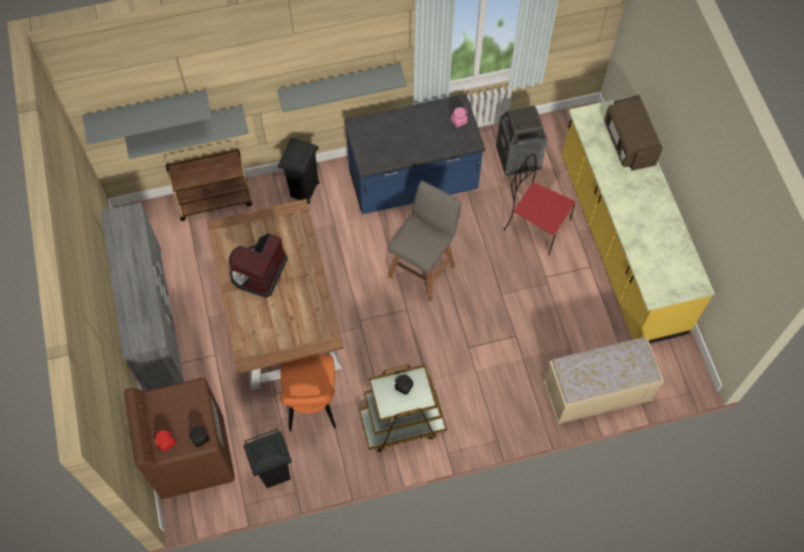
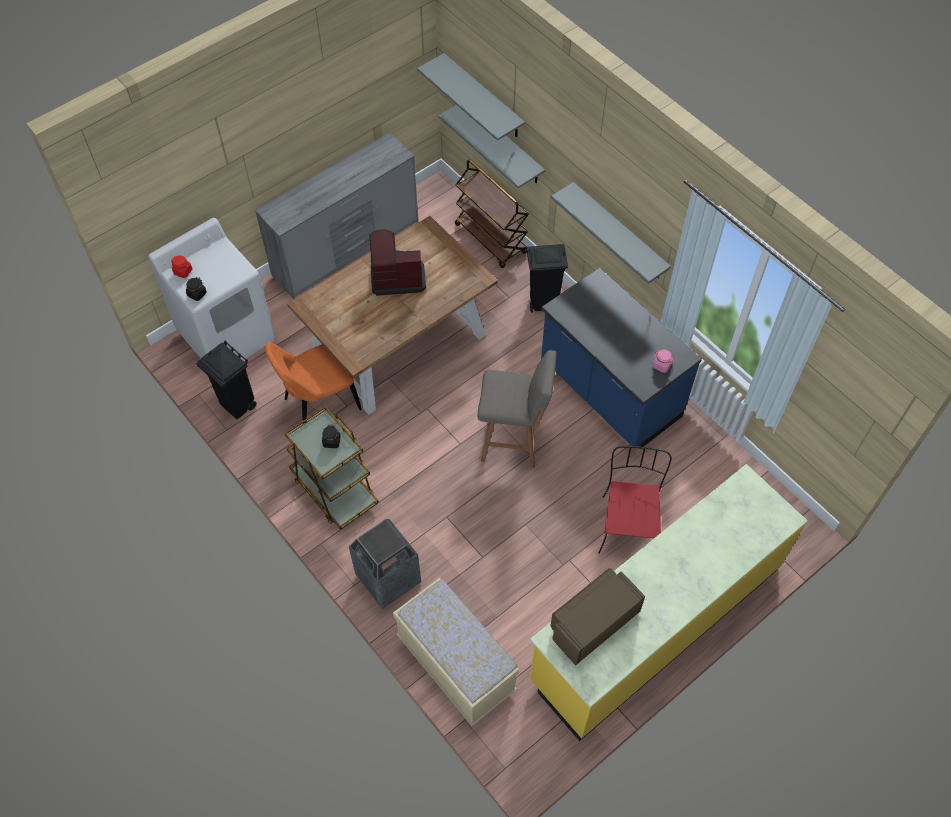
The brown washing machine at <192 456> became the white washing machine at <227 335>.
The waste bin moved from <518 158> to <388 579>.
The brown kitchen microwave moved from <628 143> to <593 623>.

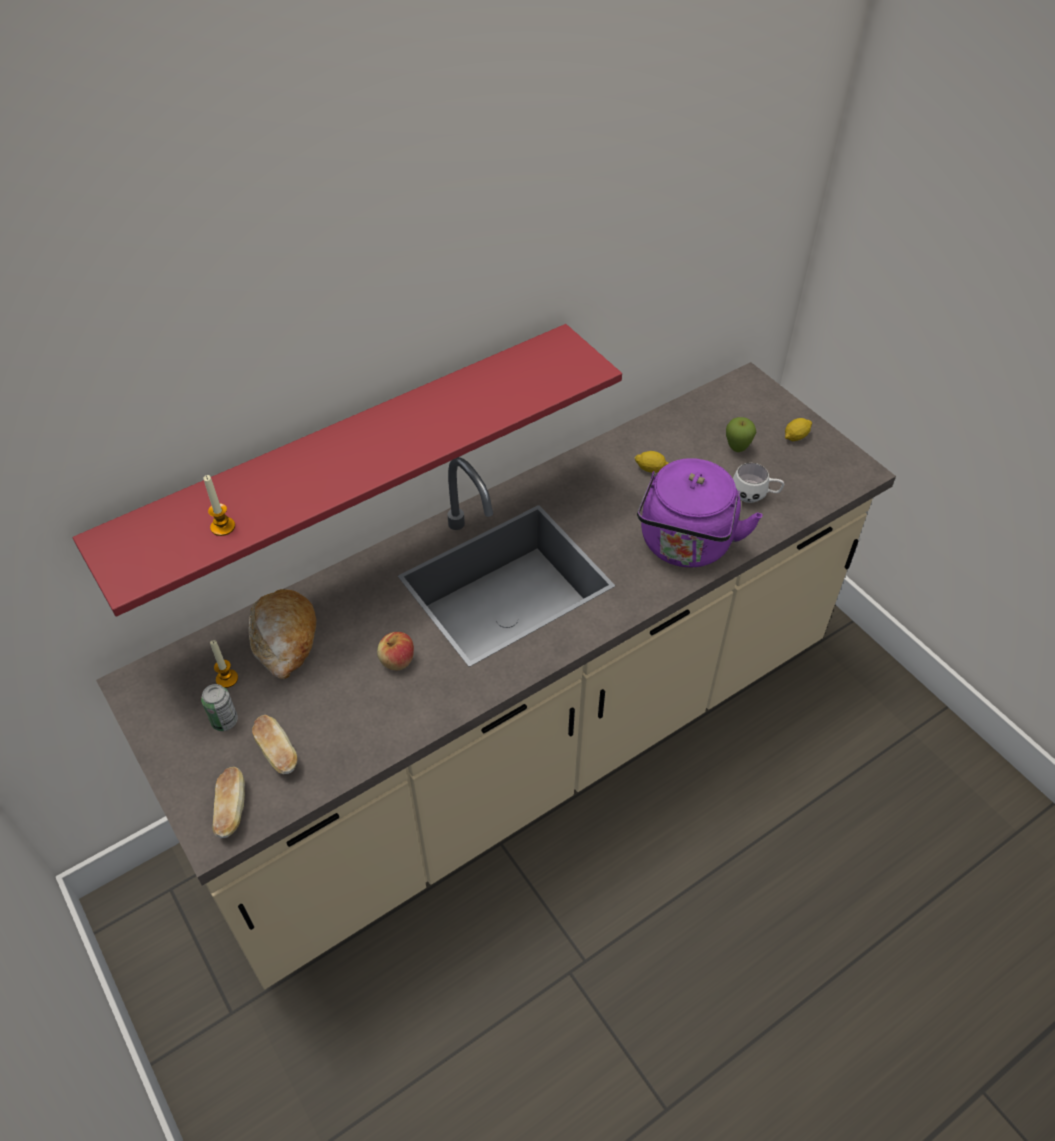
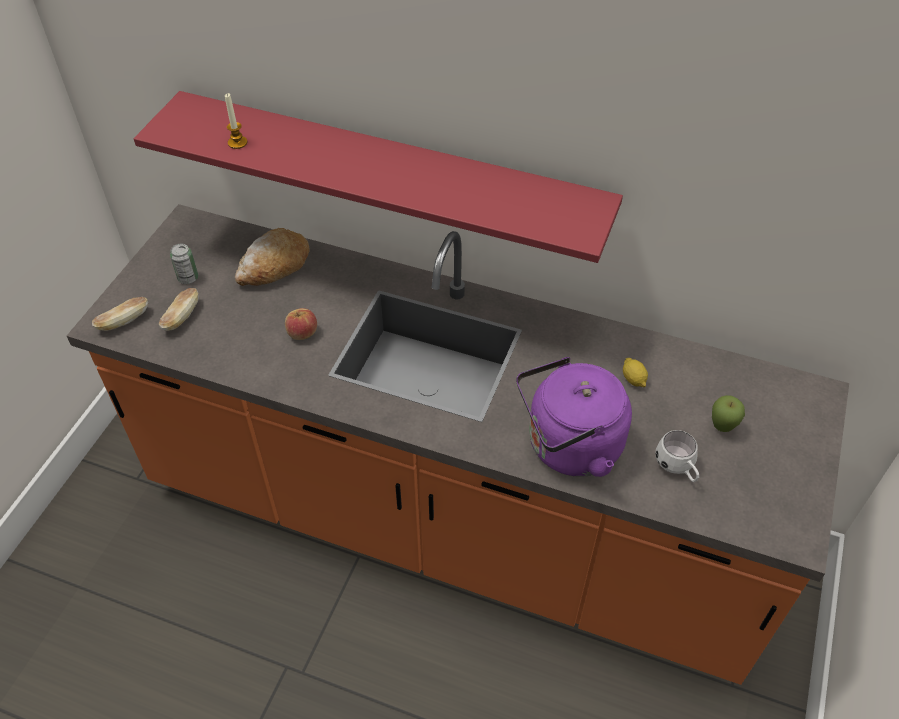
The sand-coloured kitchen counter at <527 750> became the orangey kitchen counter at <449 525>.
The candle at <227 679> disappeared.
The whole lemon at <796 437> disappeared.

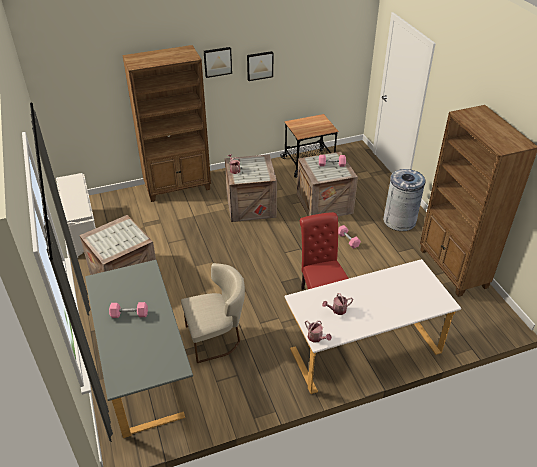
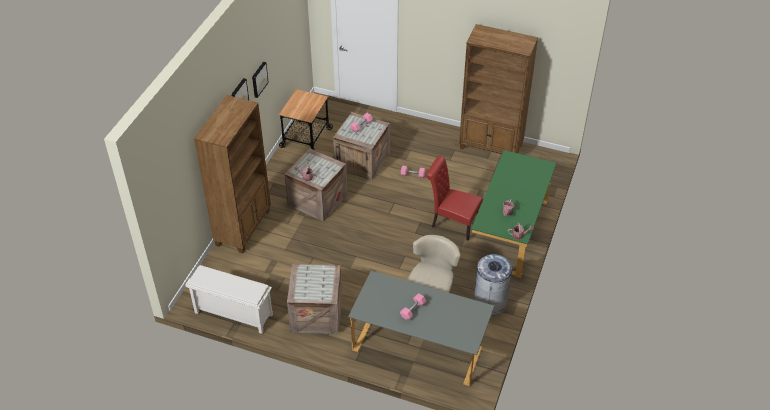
The white desk unit at <364 347> became the green desk unit at <510 231>.
The gray waste bin moved from <399 221> to <490 302>.

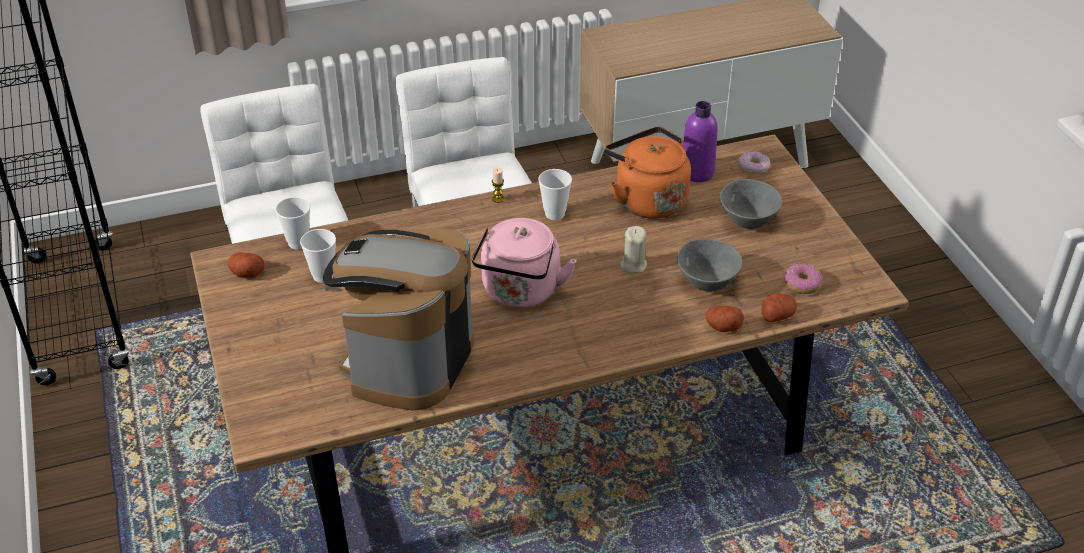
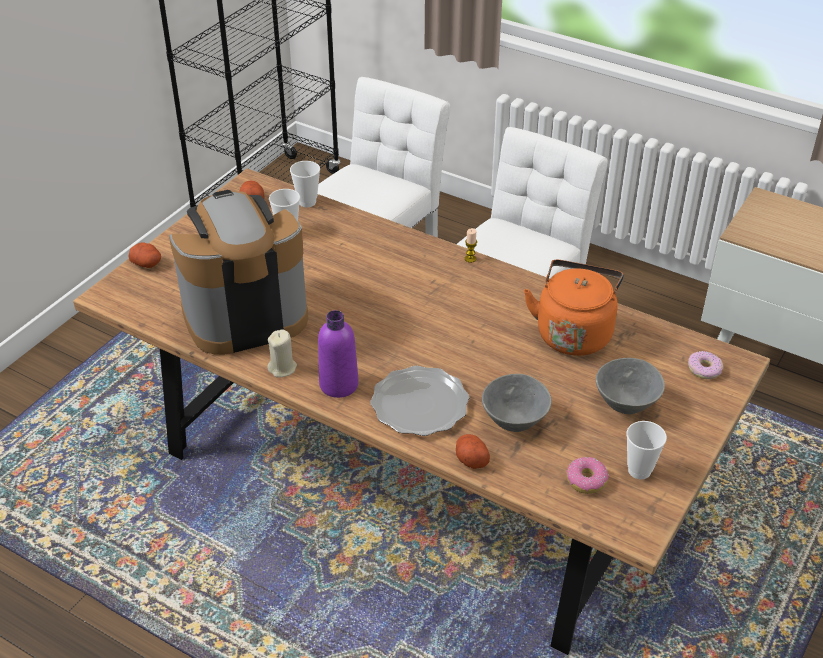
The pink kettle at <520 292> disappeared.
The cup moved from <554 214> to <639 470>.
The sand-coloured candle moved from <633 265> to <282 368>.
The purple-coloured bottle moved from <697 172> to <339 384>.
The potato moved from <777 315> to <147 263>.
The flat dish at <419 405> appeared.

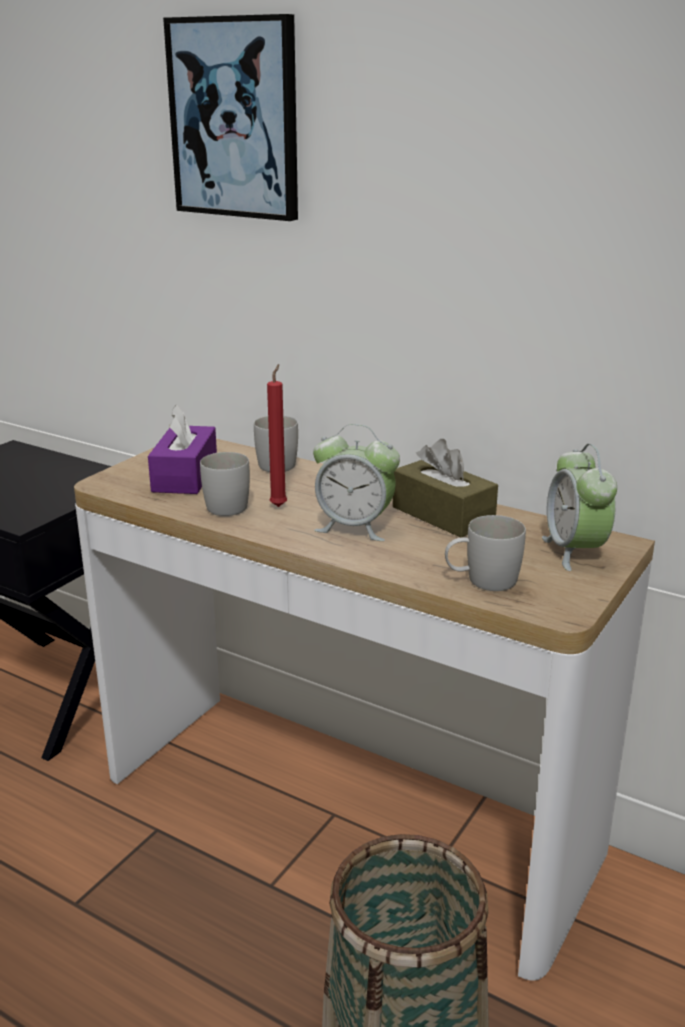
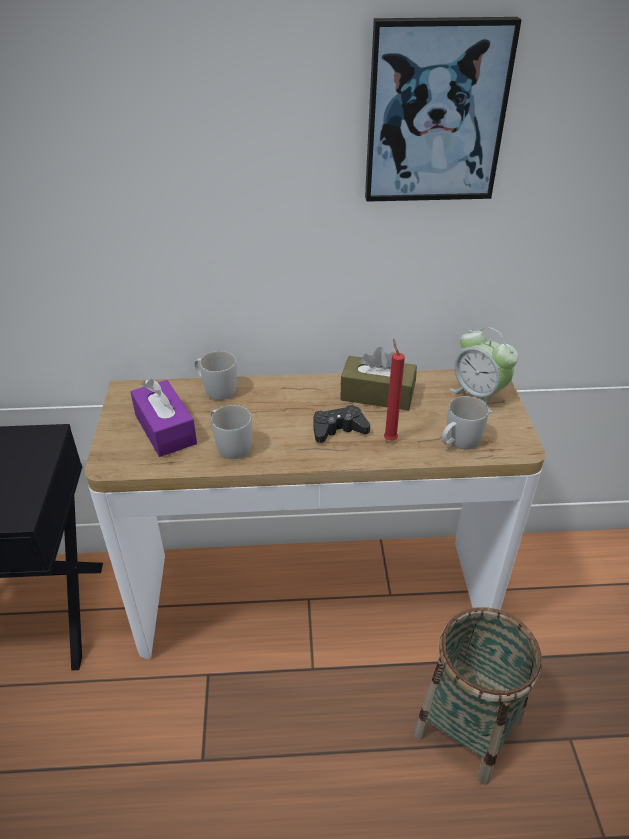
The wall picture moved from <235 119> to <435 113>.
The reddish candle moved from <279 505> to <389 439>.
The alarm clock at <355 527> was replaced by the black joypad at <338 429>.

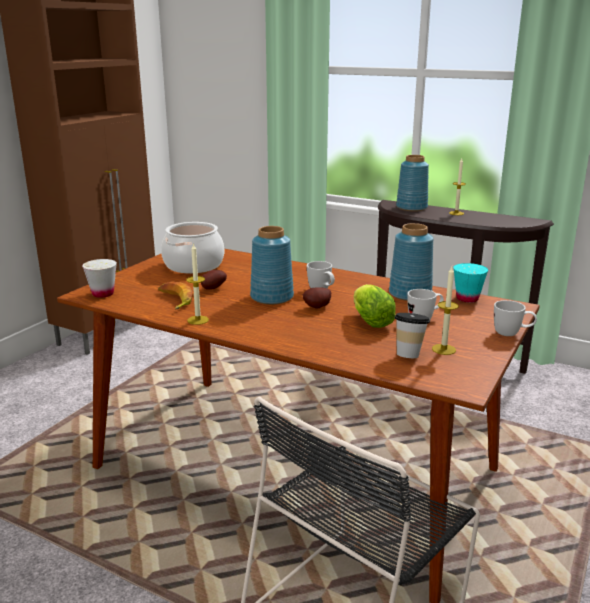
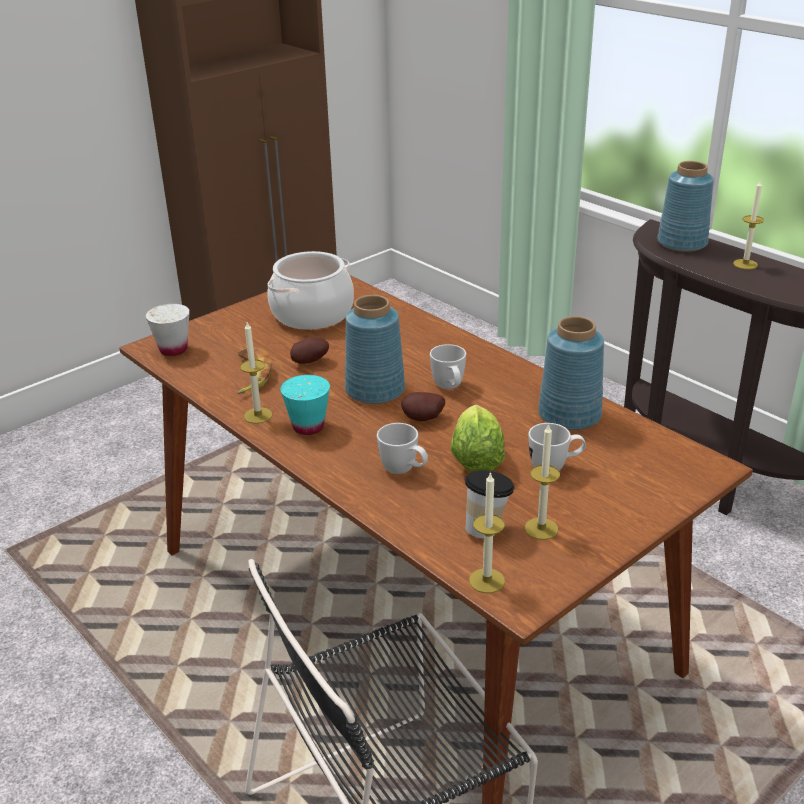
The turquoise-coloured cup moved from <467 298> to <308 427>.
The white tea mug moved from <512 334> to <404 471>.
The candle at <487 580> appeared.

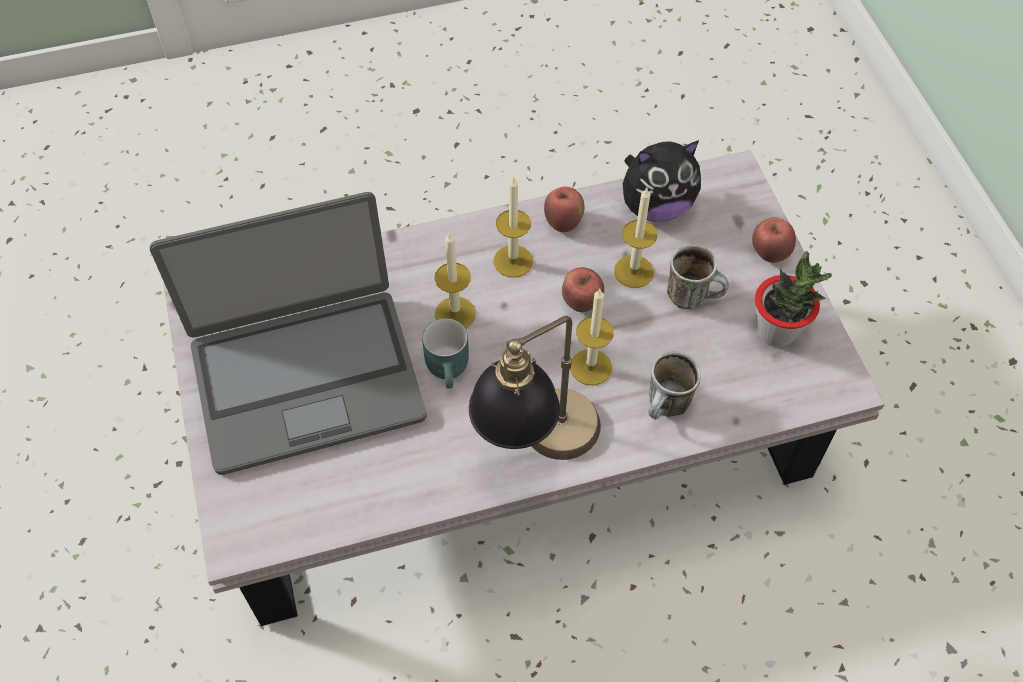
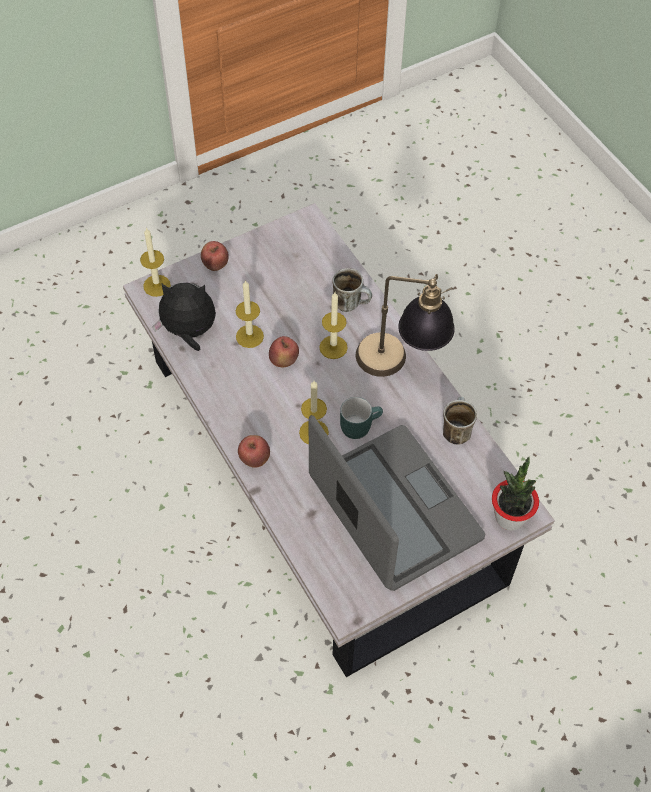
The candle moved from <513 261> to <157 285>.
The apple moved from <563 223> to <254 459>.
The soft toy at <656 206> turned 60 degrees counterclockwise.
The tea mug moved from <693 297> to <455 430>.
The houseplant moved from <777 331> to <509 517>.

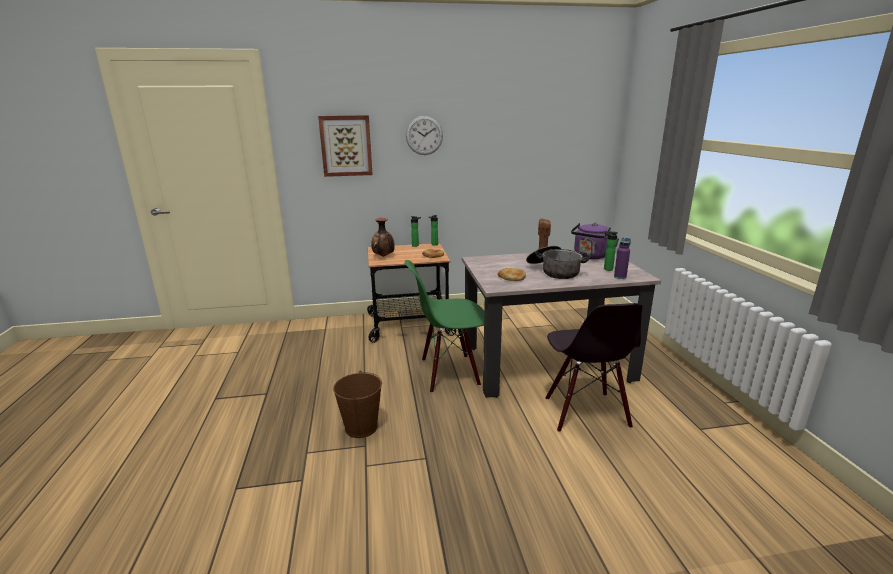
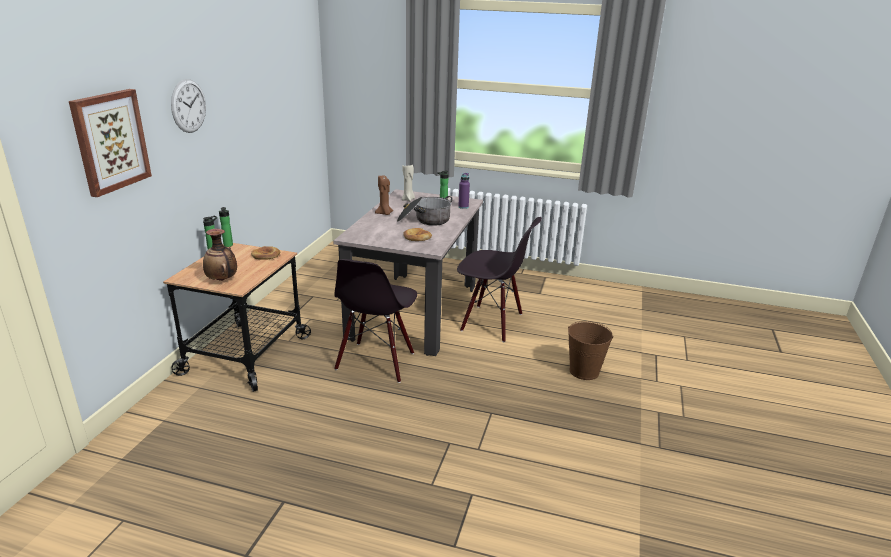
The brown pail moved from <361 427> to <584 371>.
The green plain chair at <449 373> became the black plain chair at <376 362>.
The purple-coloured kettle at <590 256> was replaced by the sand-coloured candle at <408 199>.

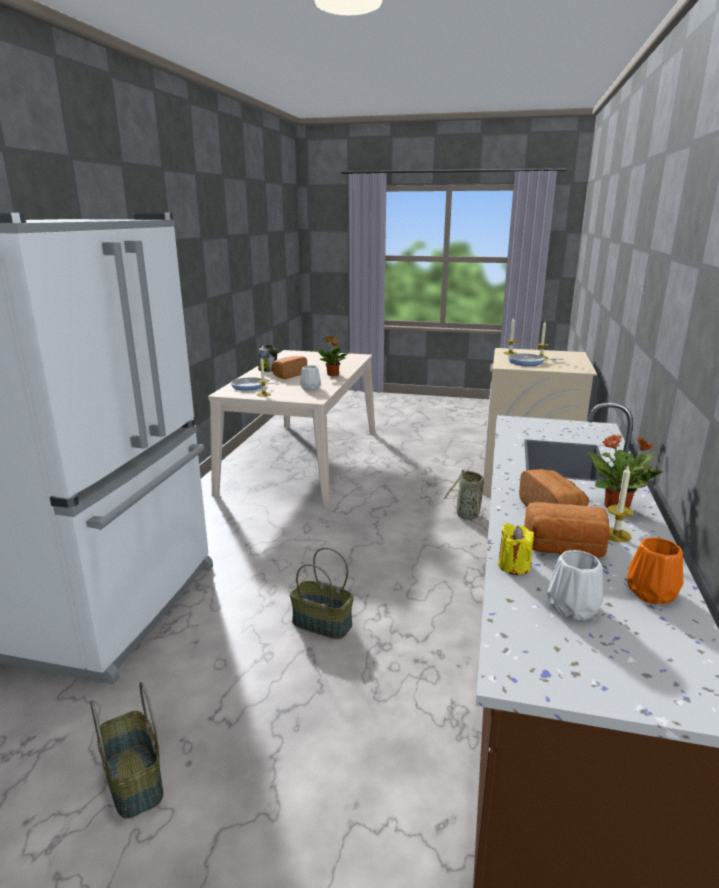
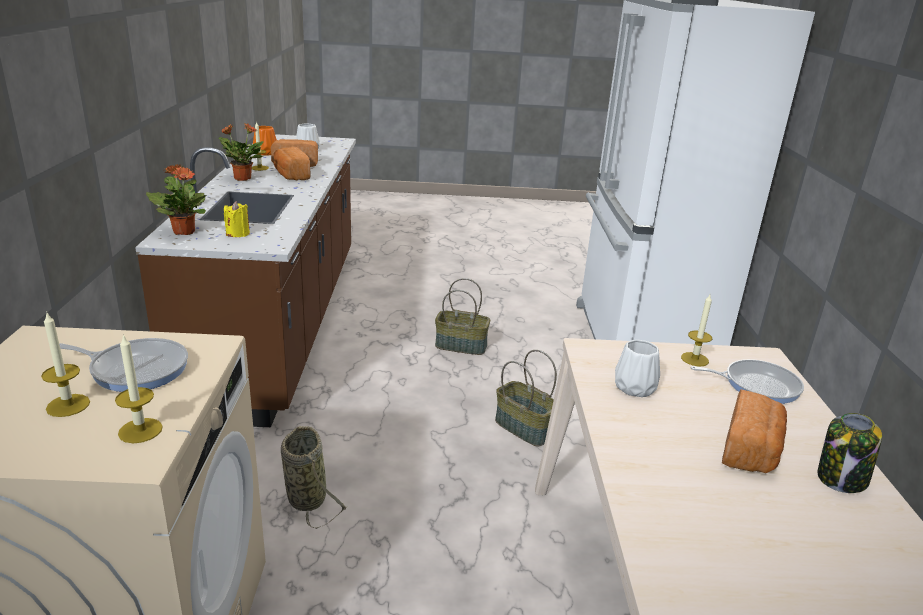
The basket moved from <133 780> to <525 428>.
The houseplant moved from <333 375> to <184 232>.
The yellowish candle moved from <514 566> to <238 234>.

